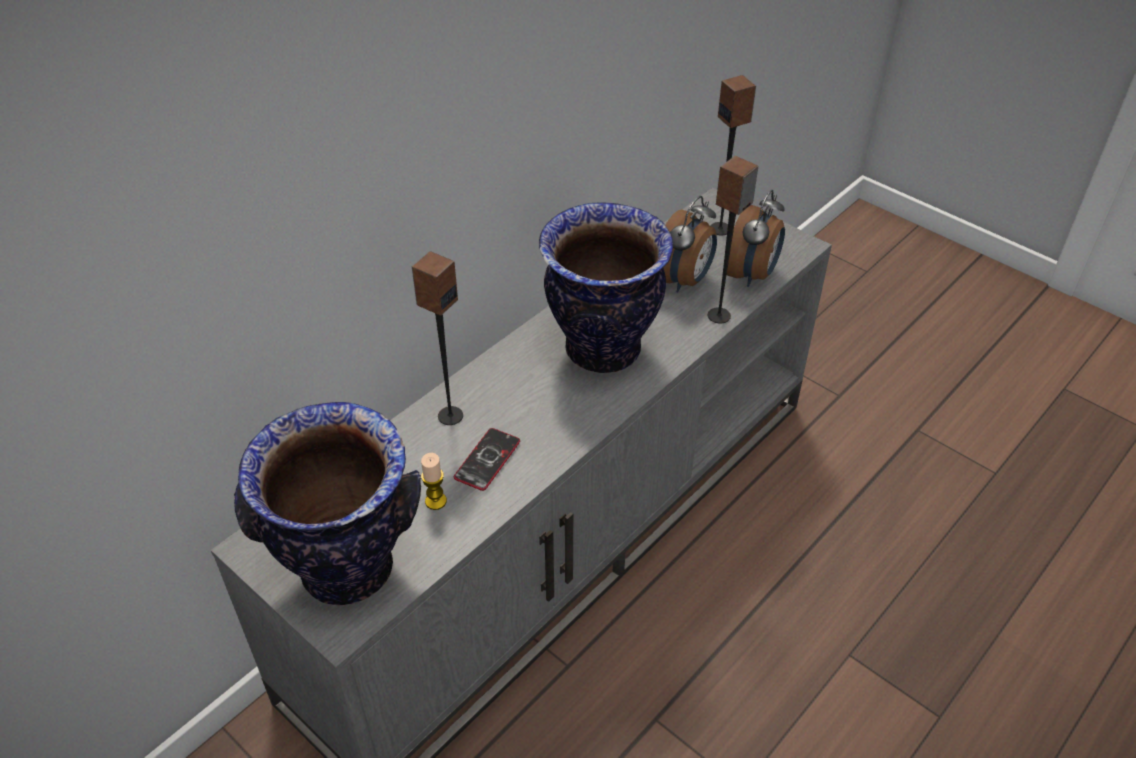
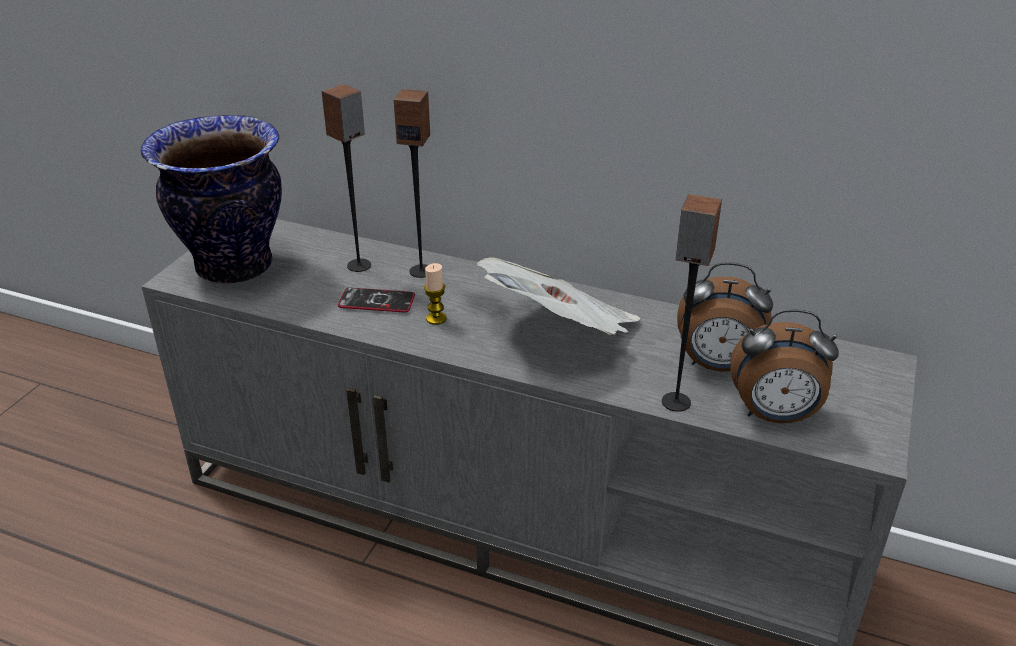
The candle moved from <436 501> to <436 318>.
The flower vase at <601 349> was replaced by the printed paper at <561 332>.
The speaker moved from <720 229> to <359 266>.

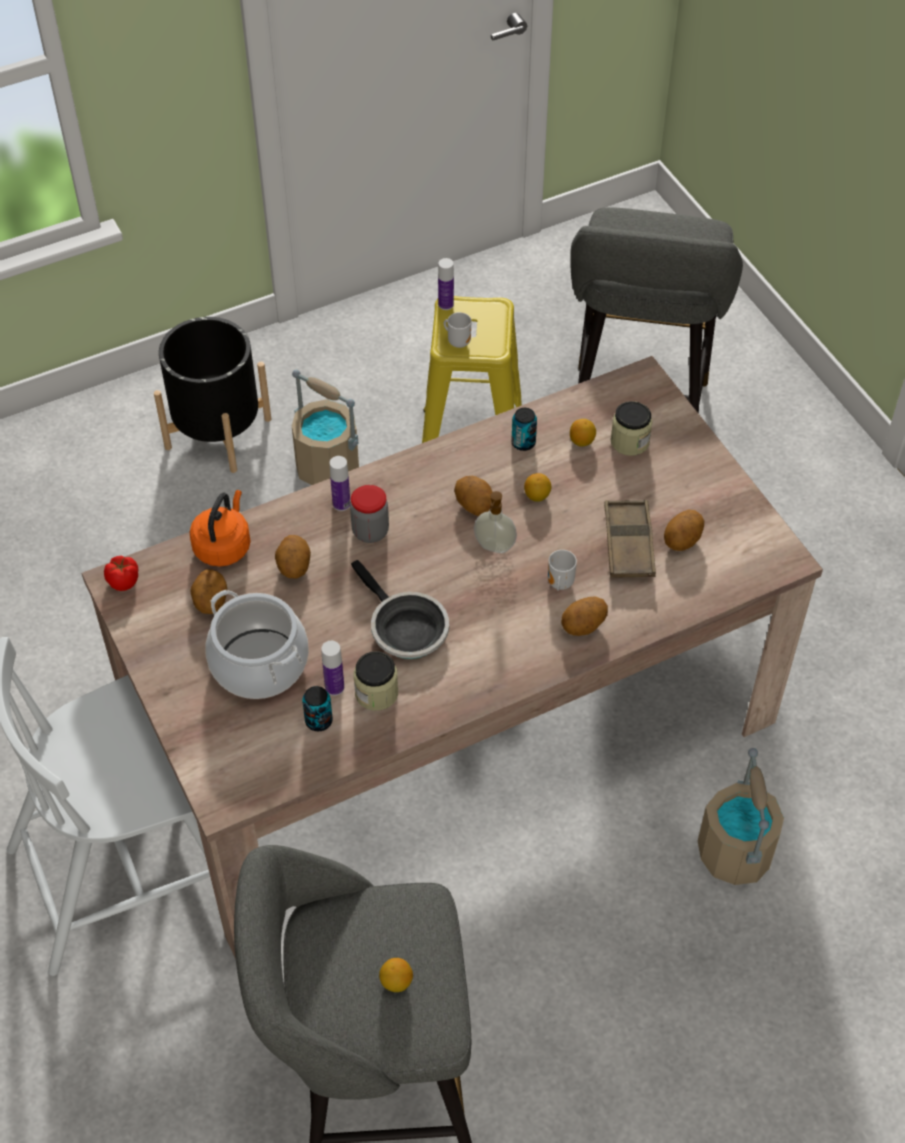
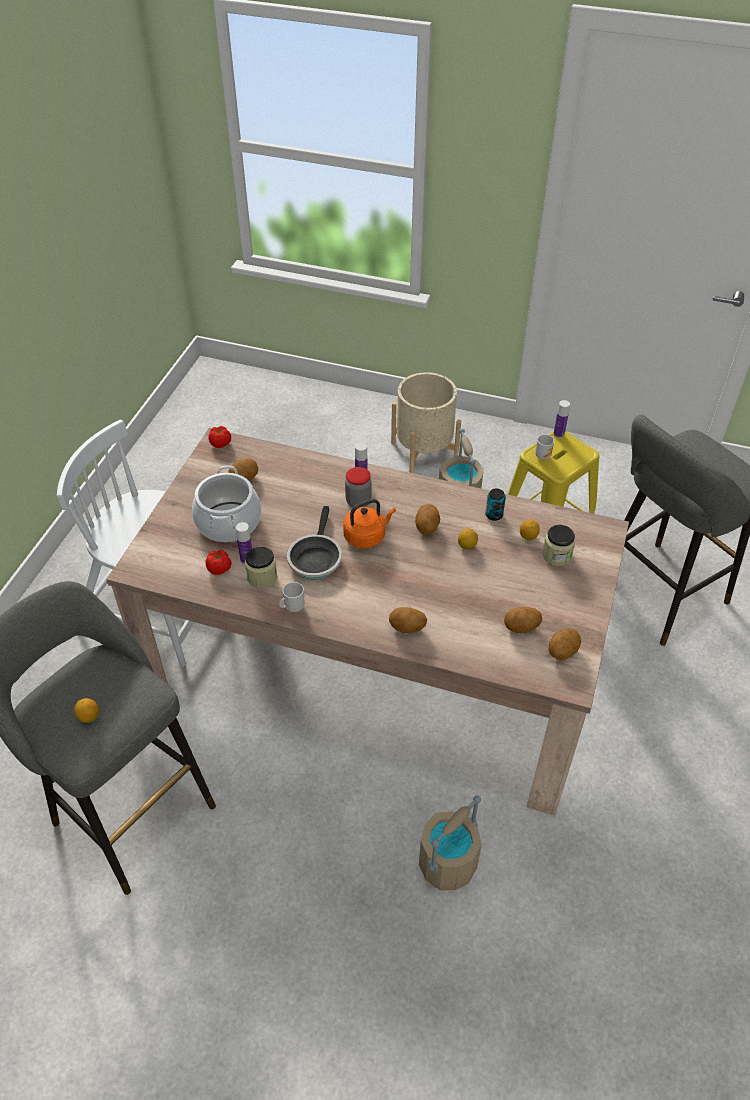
The black flower pot at <218 433> became the sand-coloured flower pot at <424 451>.
The orangey kettle moved from <223 546> to <366 536>.
The potato moved from <293 567> to <562 652>.
The can at <318 721> was replaced by the fresh tomato at <219 568>.
The liquid soap bottle at <494 547> disappeared.
The tea mug moved from <559 584> to <292 607>.
The brown carrying tray at <628 544> disappeared.

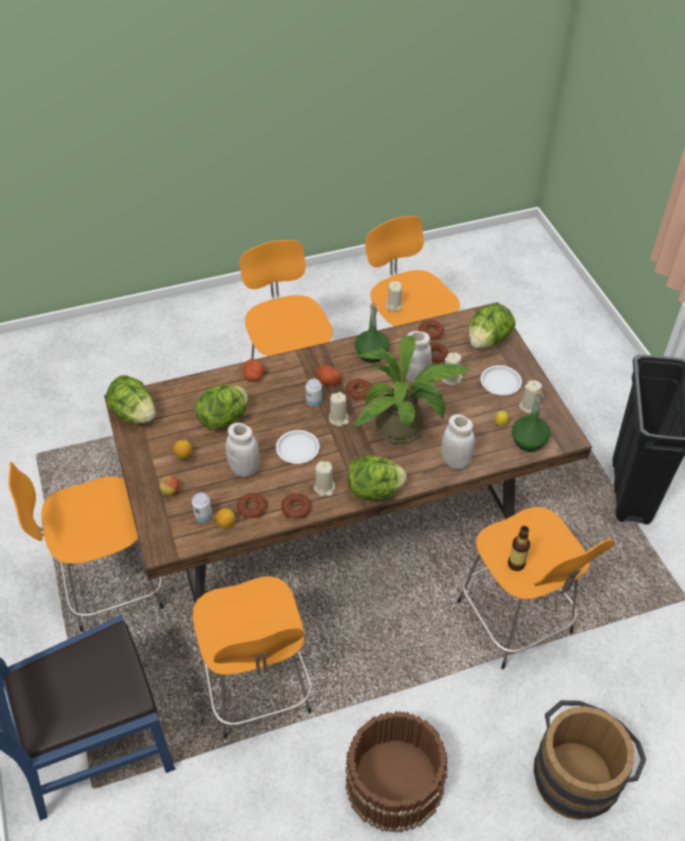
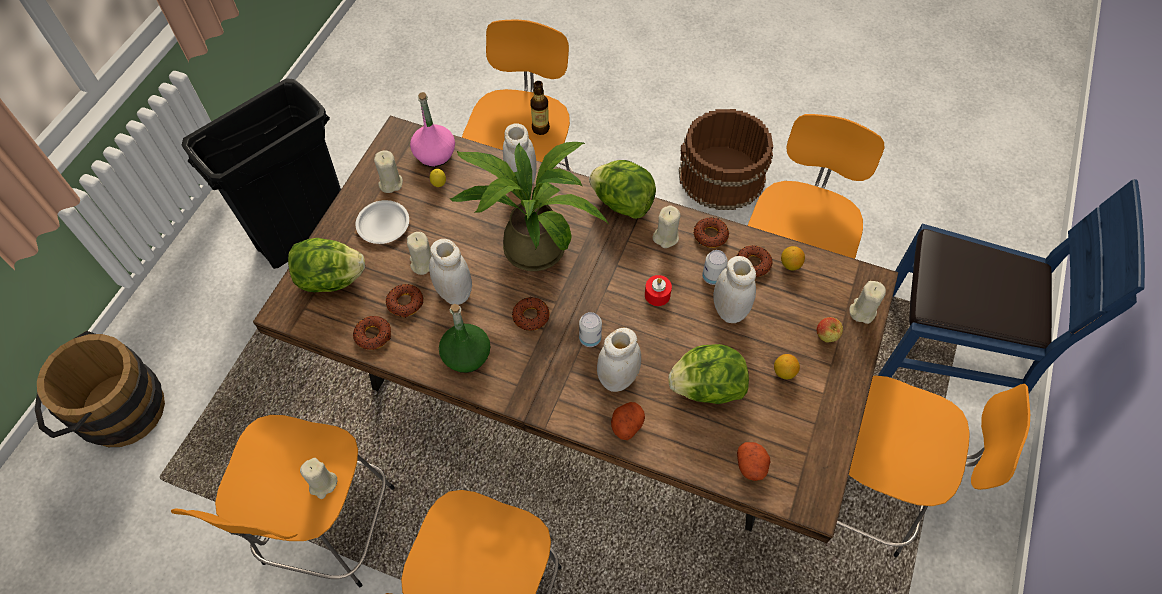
The head of lettuce at <134 414> disappeared.
The can moved from <203 516> to <712 277>.
The white flat dish at <297 449> was replaced by the reddish candle at <657 295>.
The potato moved from <328 381> to <751 466>.
The sand-coloured candle moved from <338 418> to <862 311>.
The green bottle at <528 440> became the pink bottle at <435 154>.
The brown pail moved from <578 773> to <114 412>.
The white jar at <618 378> appeared.

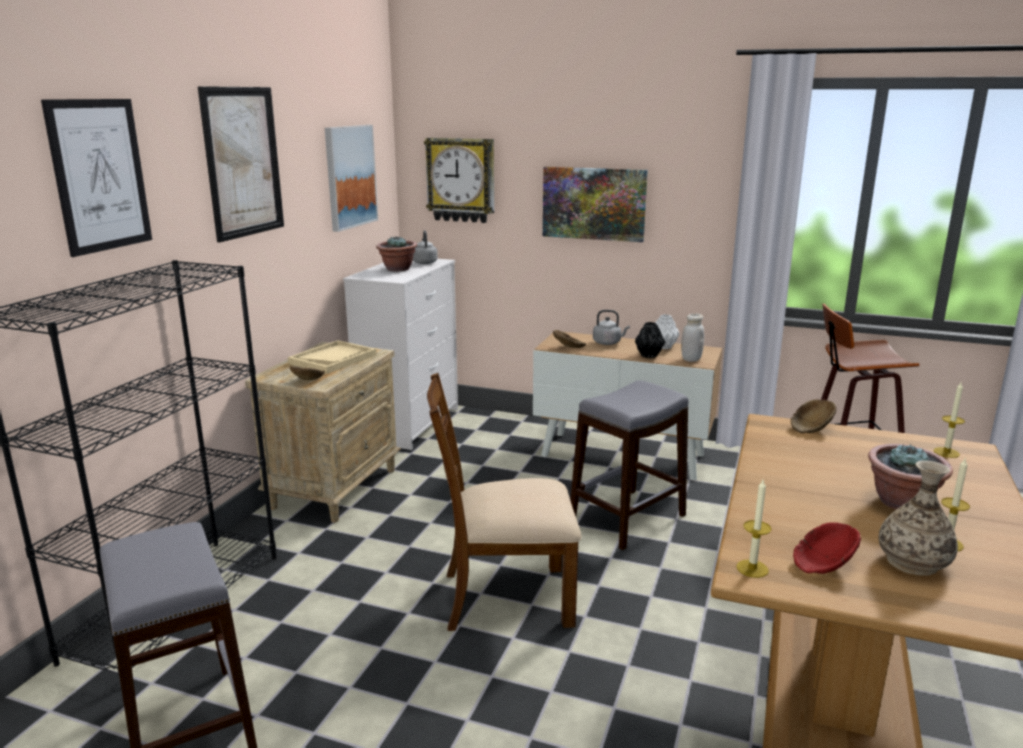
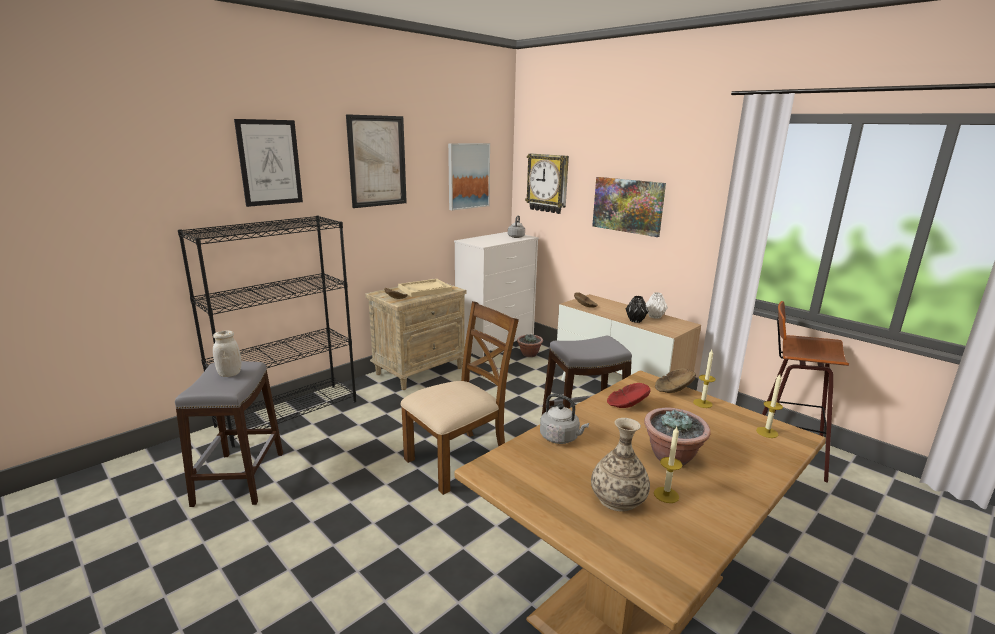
The houseplant moved from <398 269> to <529 354>.
The brown plain chair at <505 597> turned 120 degrees clockwise.
The gray kettle moved from <608 343> to <561 438>.
The white jar moved from <691 359> to <230 374>.
The candle moved from <752 568> to <702 403>.
The reddish bowl moved from <821 564> to <626 404>.

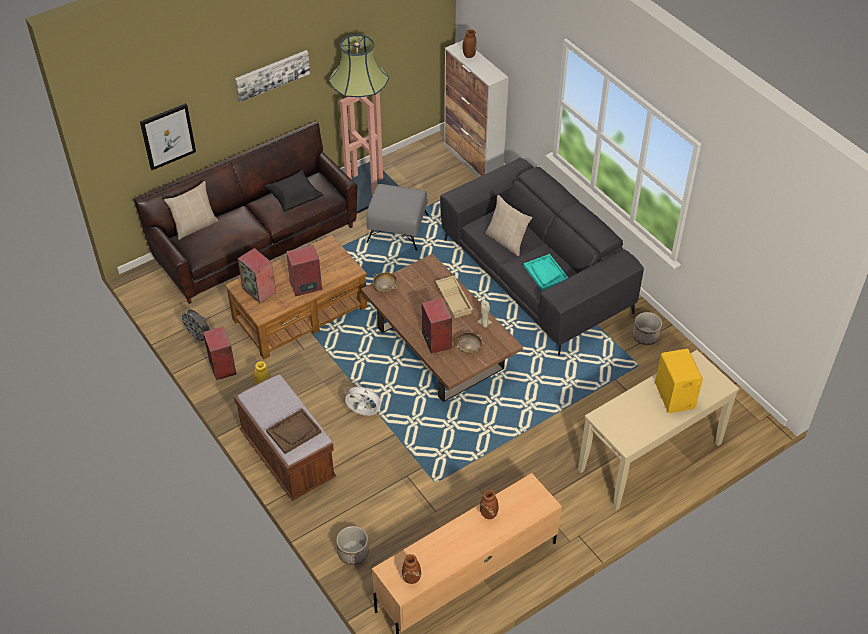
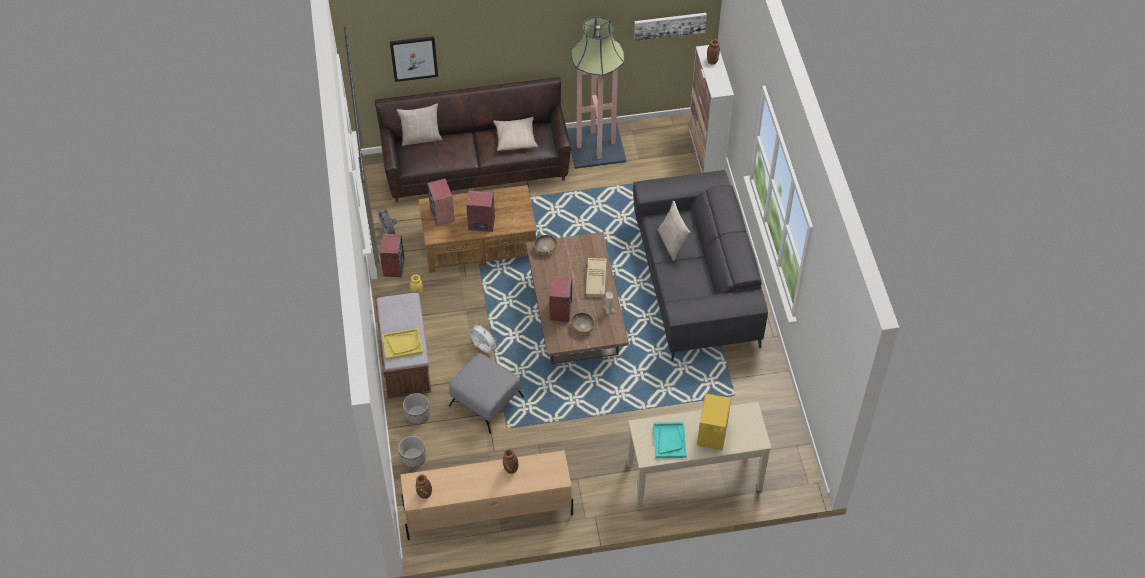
The wall picture moved from <272 75> to <669 25>.
The black throw pillow at <294 195> became the sand-coloured throw pillow at <515 138>.
The brown carrying tray at <294 432> became the yellowish carrying tray at <402 344>.
The gray pouffe moved from <397 228> to <486 401>.
The turquoise-coloured carrying tray moved from <545 273> to <669 441>.
The flower pot moved from <645 336> to <417 415>.

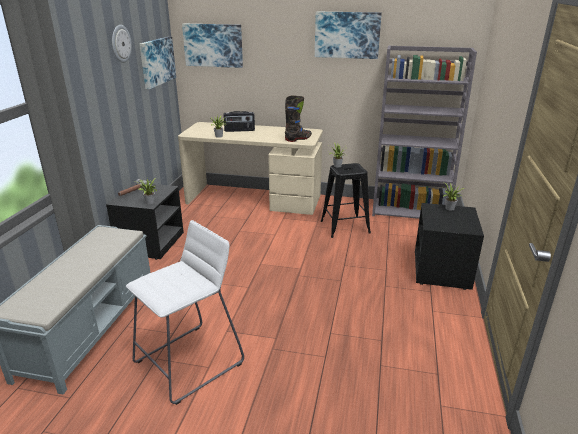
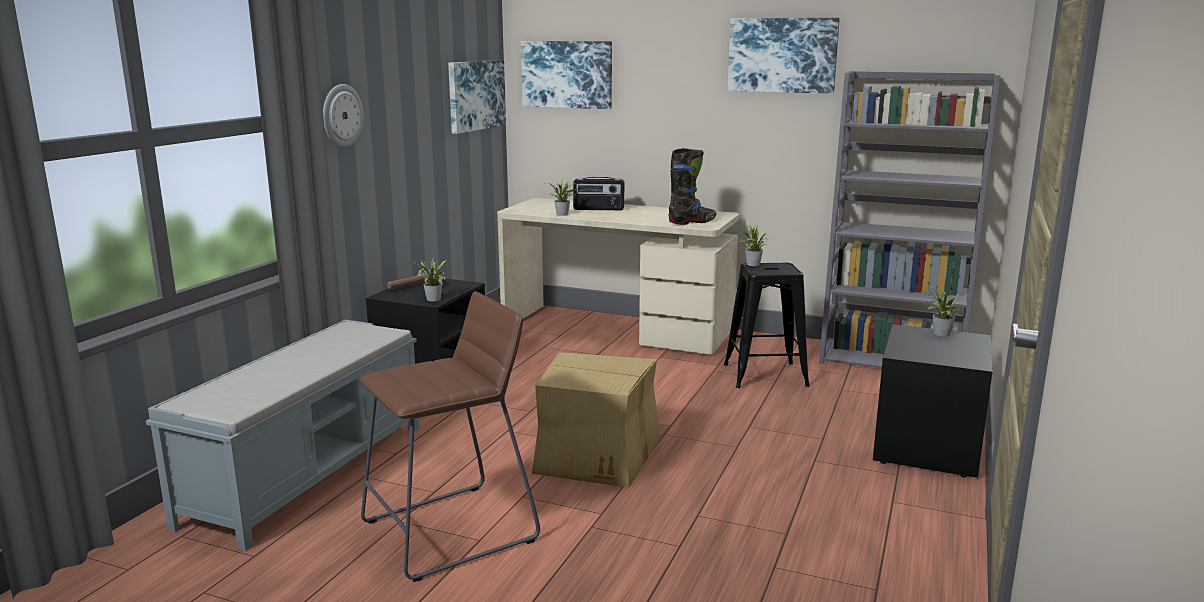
The hanging clock moved from <120 43> to <341 115>.
The white stool seat at <189 362> became the brown stool seat at <450 531>.
The cardboard box at <596 455> appeared.

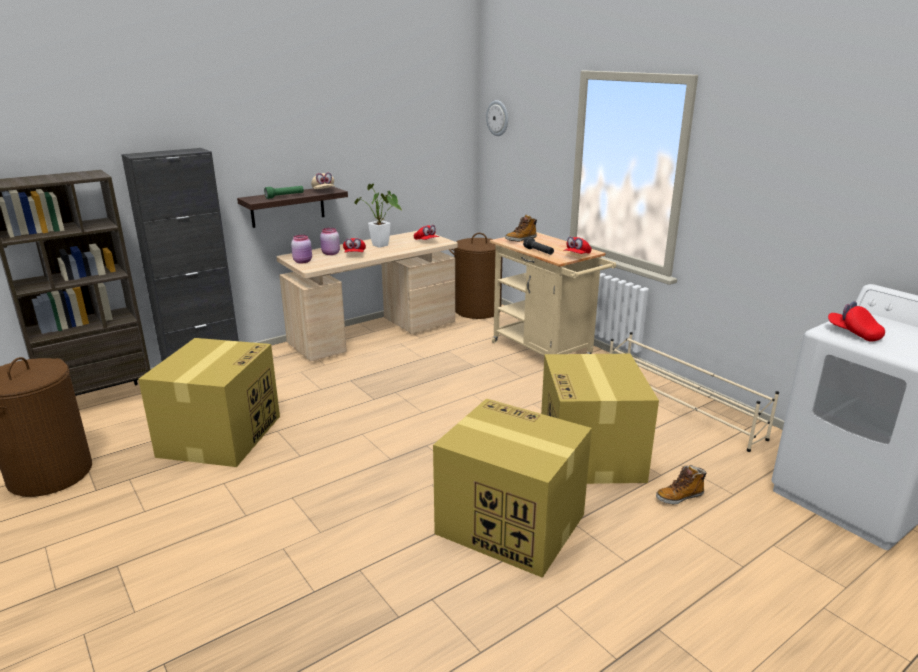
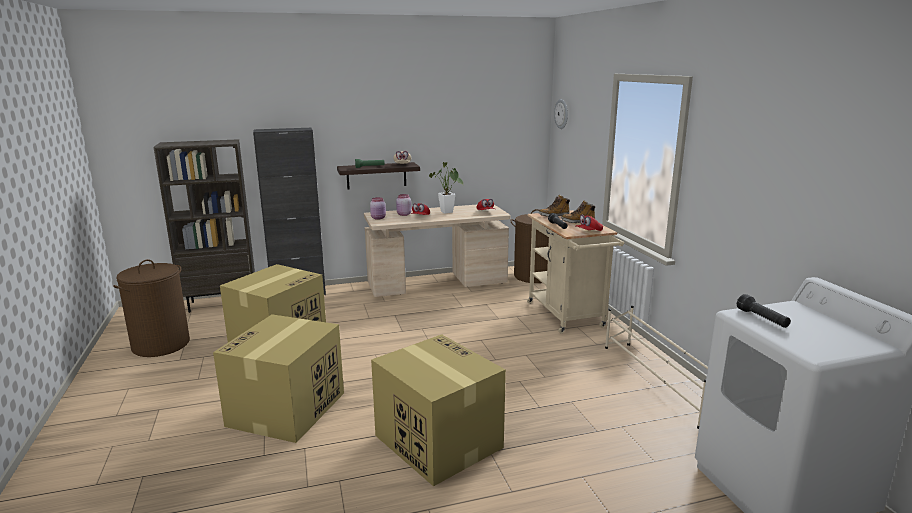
The cardboard box moved from <591 454> to <286 410>.
The high-top boot moved from <679 497> to <578 222>.
The reddish peaked cap at <853 333> was replaced by the black hand torch at <762 319>.

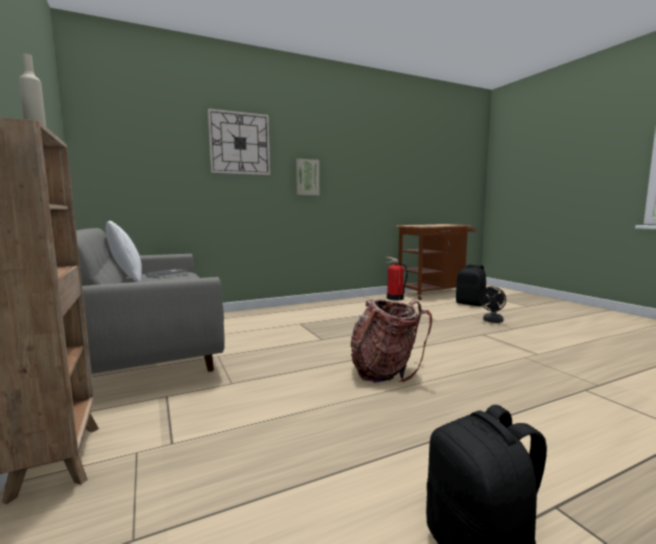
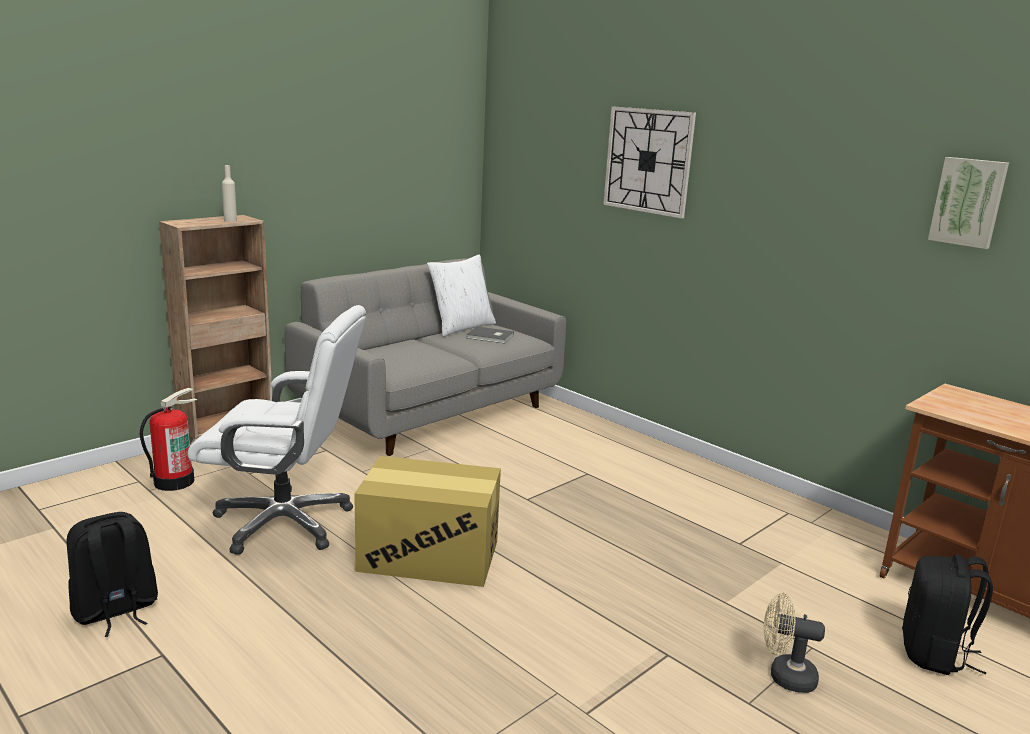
The wall picture moved from <307 177> to <968 202>.
The knapsack at <384 371> was replaced by the cardboard box at <429 556>.
The extinguisher moved from <394 298> to <174 481>.
The black cooling fan at <492 321> became the sand-coloured cooling fan at <784 676>.
The white computer chair at <285 522> appeared.

